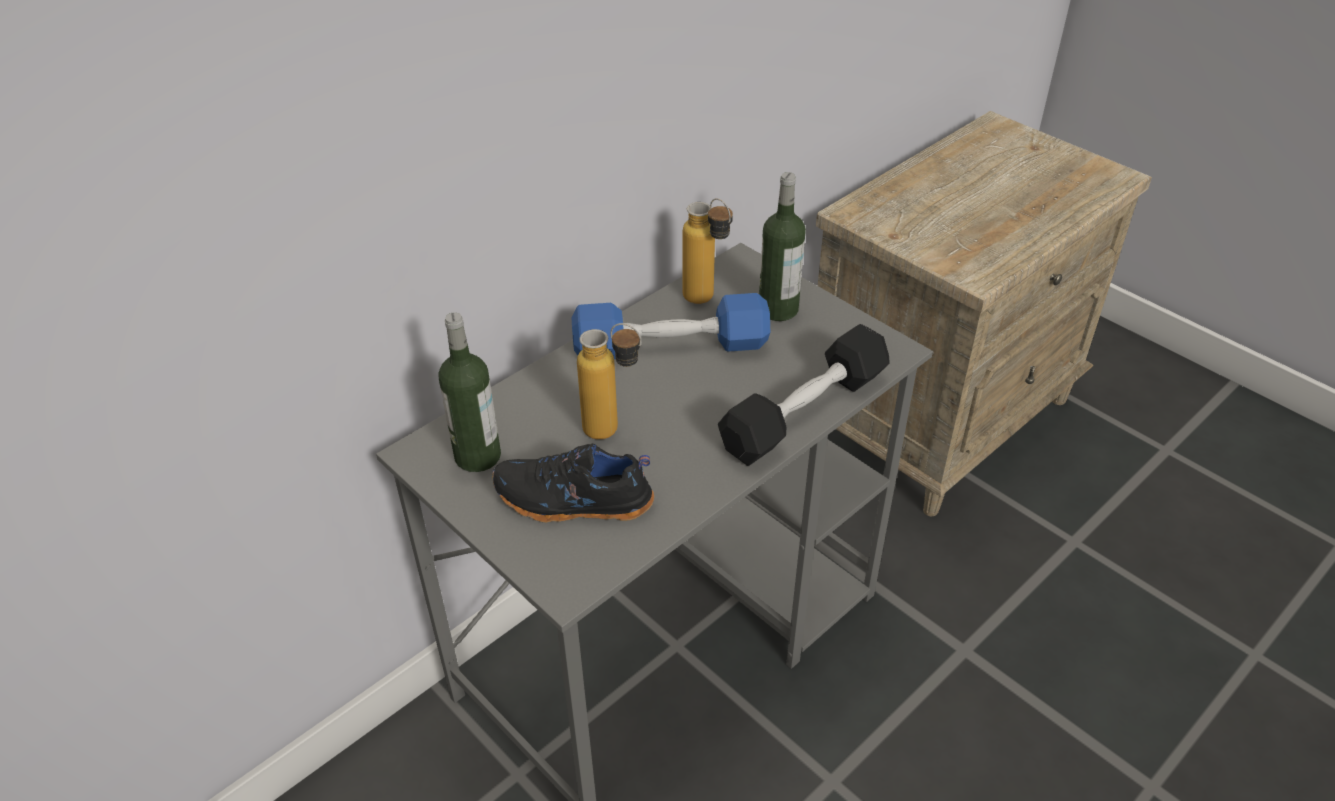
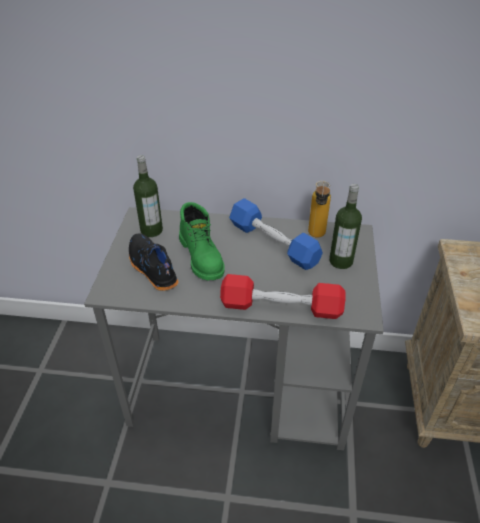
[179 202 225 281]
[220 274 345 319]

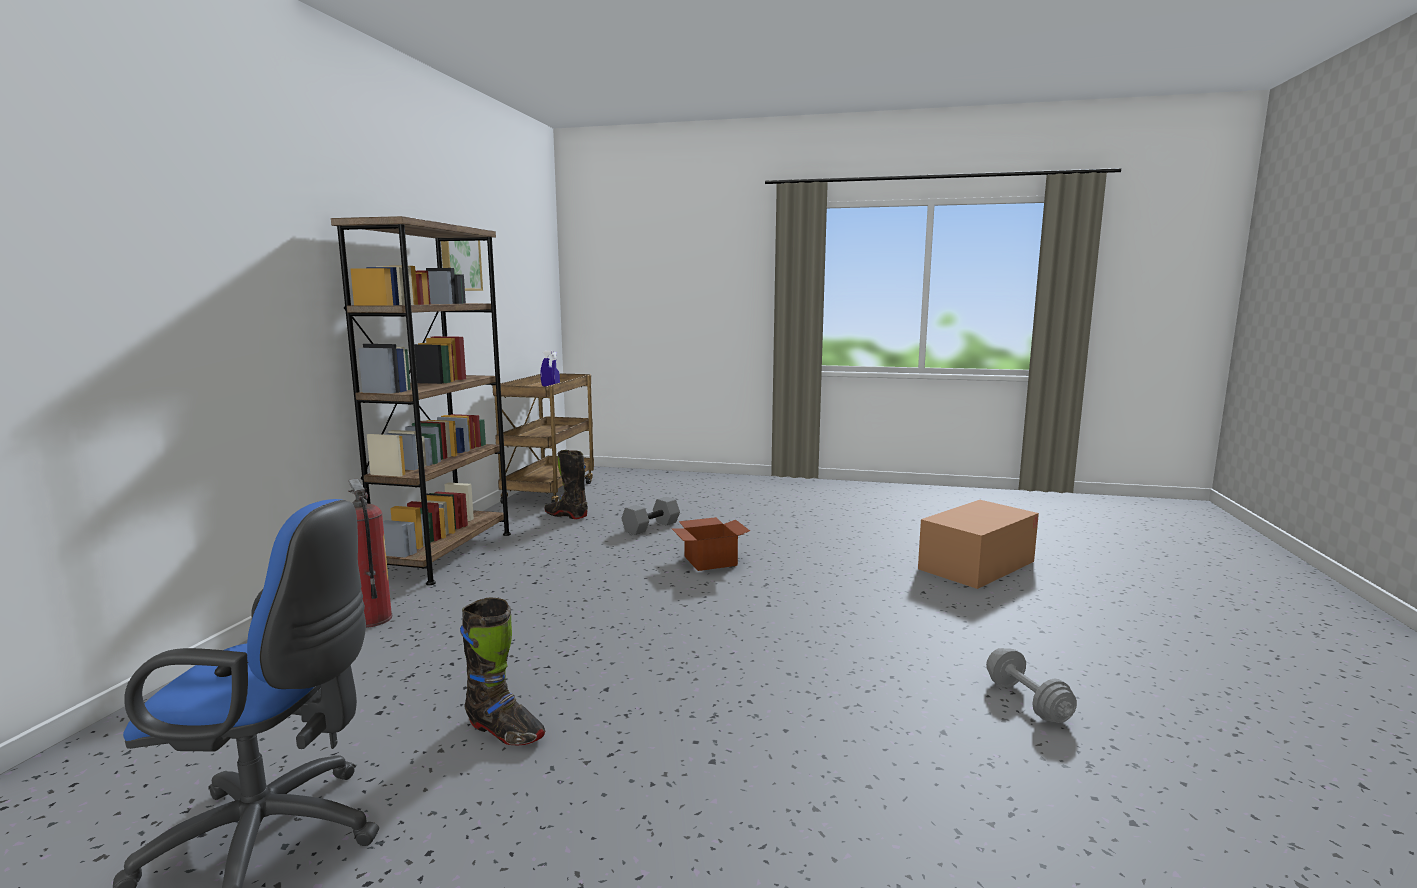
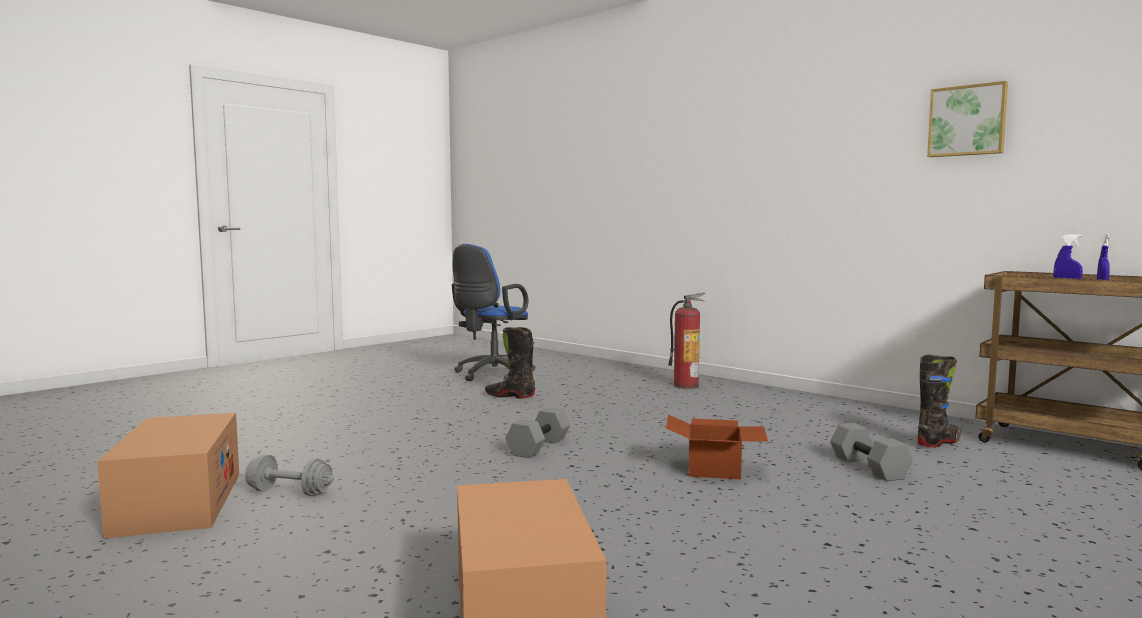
[331 216 511 585] (first image)
[97 413 239 538]
[506 407 570 458]
[485 327 535 399]

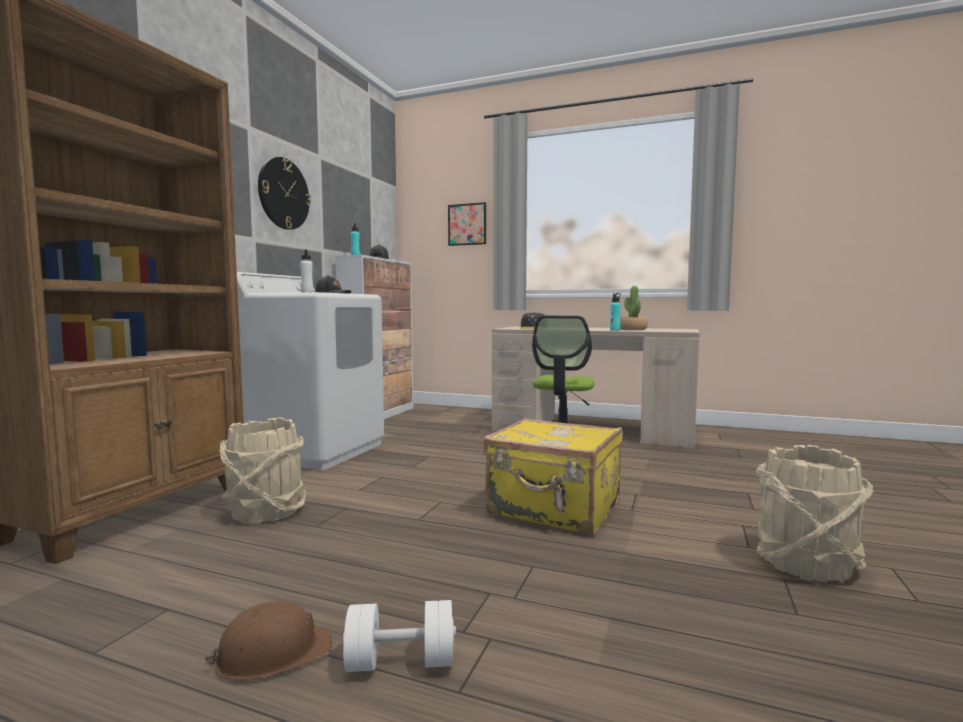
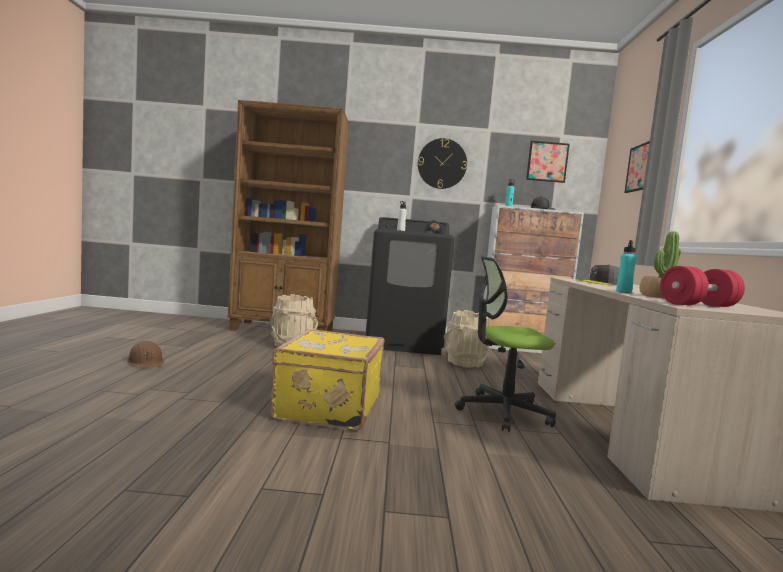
[343 600 456 672] (first image)
[526 141 570 183]
[660 266 745 307]
[443 310 491 368]
[366 217 455 355]

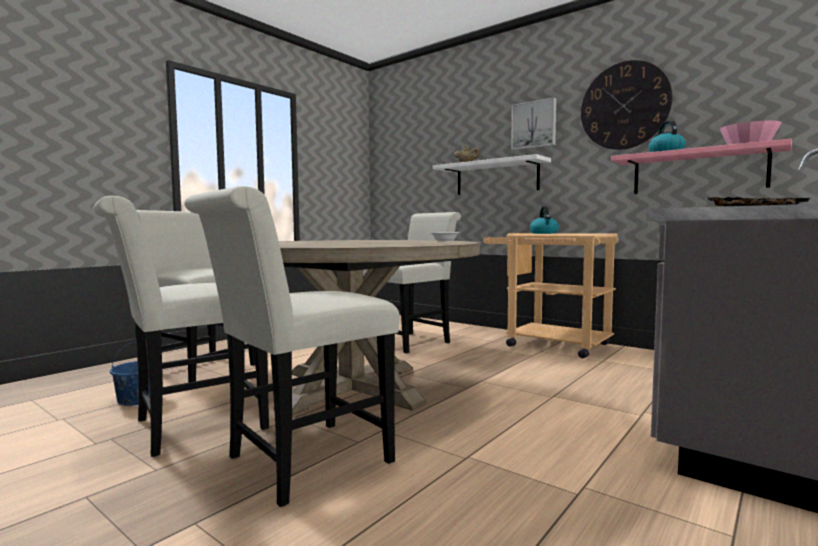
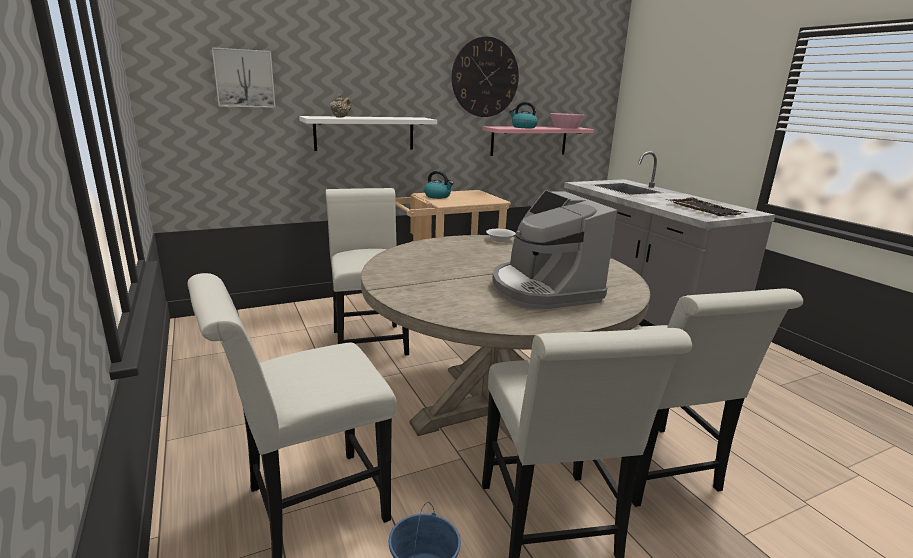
[492 190 617 309]
[212 47 276 108]

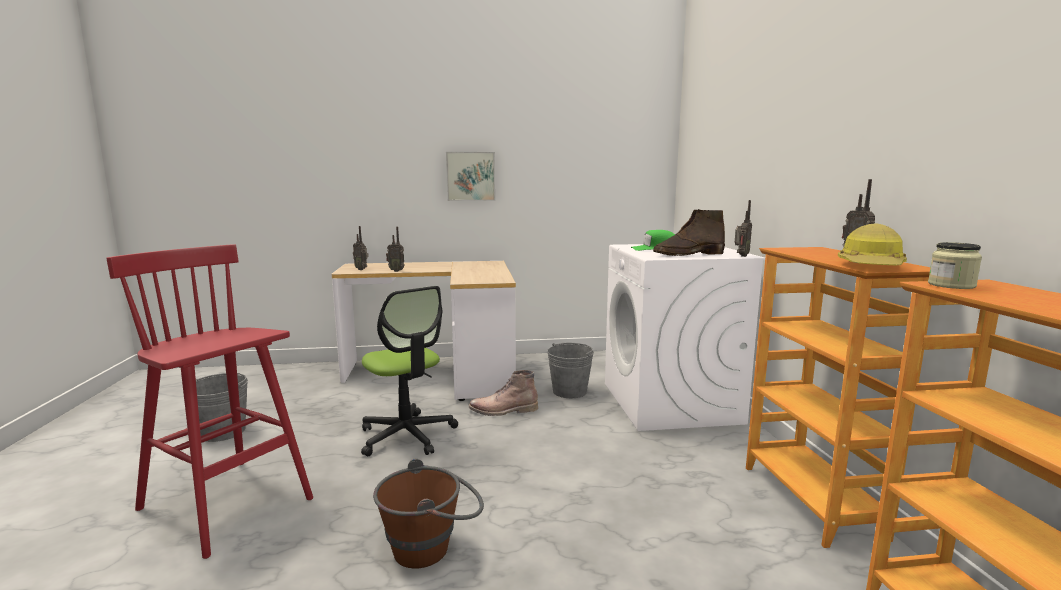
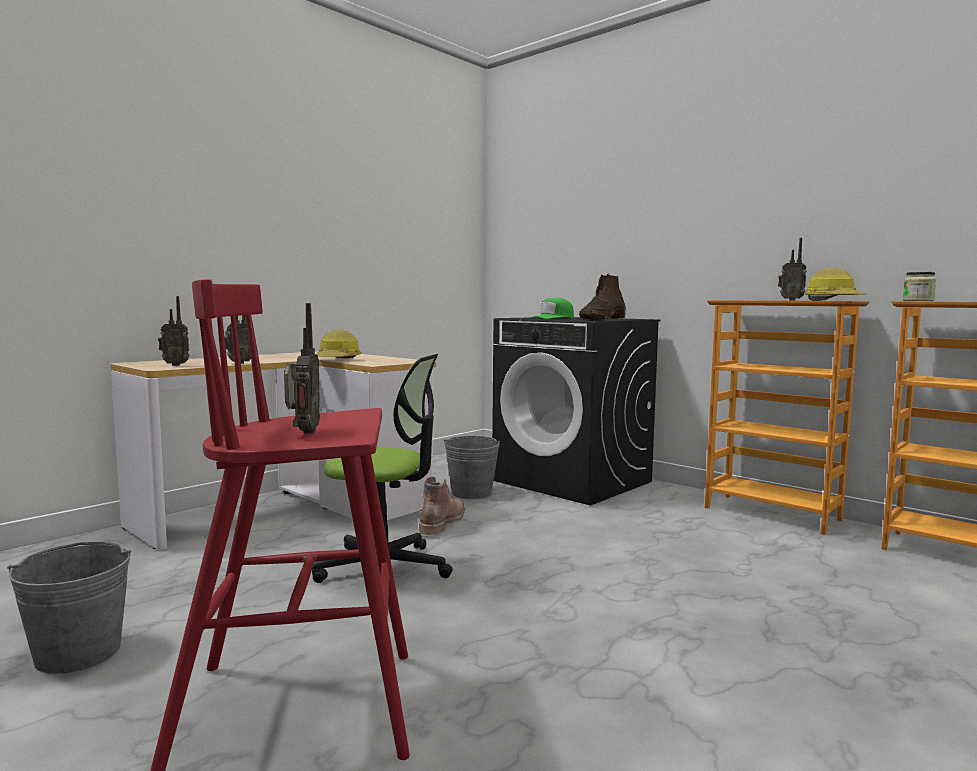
[373 458 484 569] (first image)
[446 152 495 201] (first image)
[316 329 362 358]
[284 303 320 433]
[492 317 660 506]
[418 476 465 535]

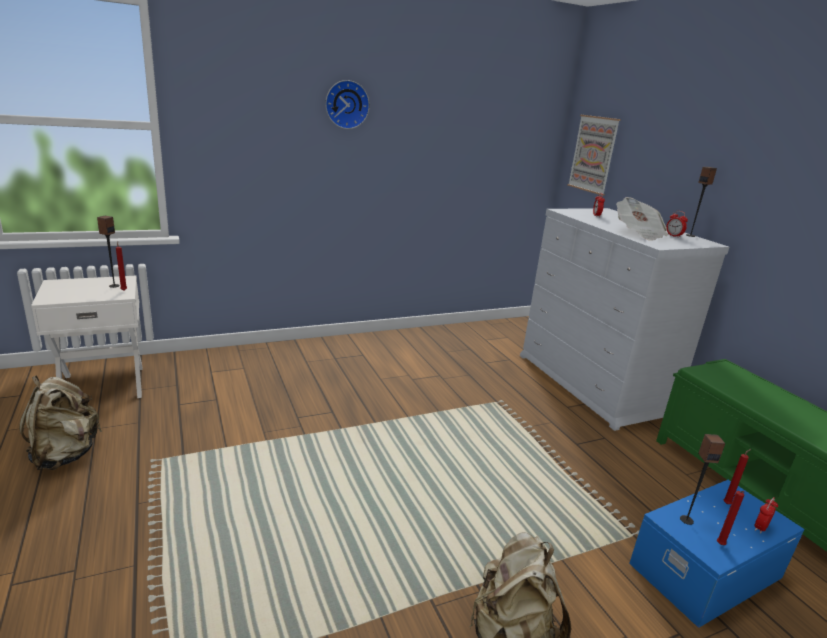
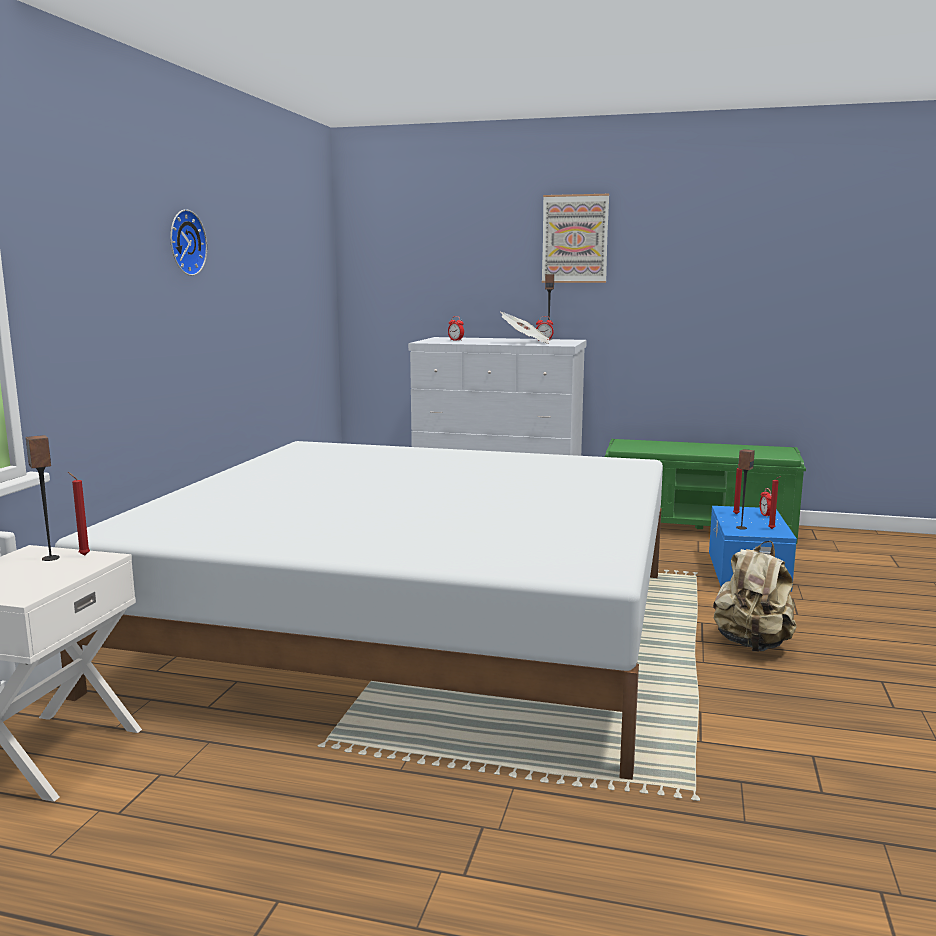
[19 376 102 470] (first image)
[55 441 663 780]
[542 194 609 283]

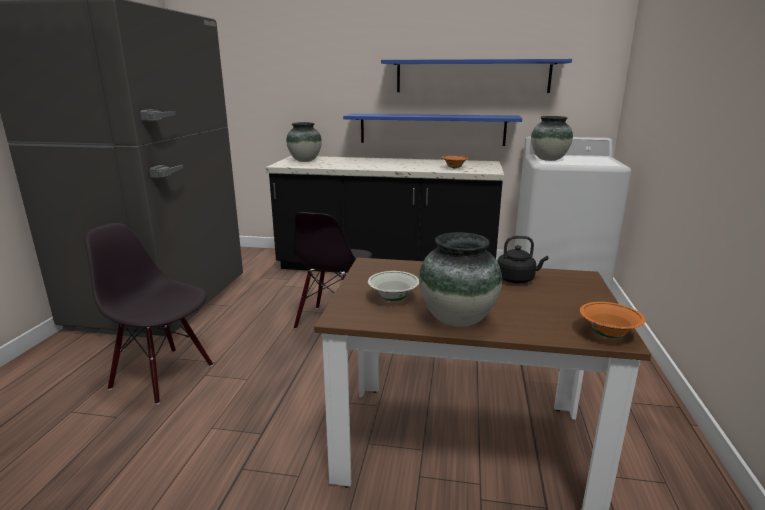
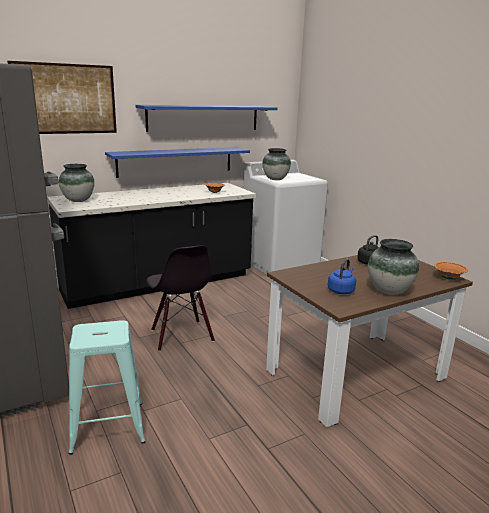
[7 61 117 134]
[69 320 145 455]
[328 259 356 294]

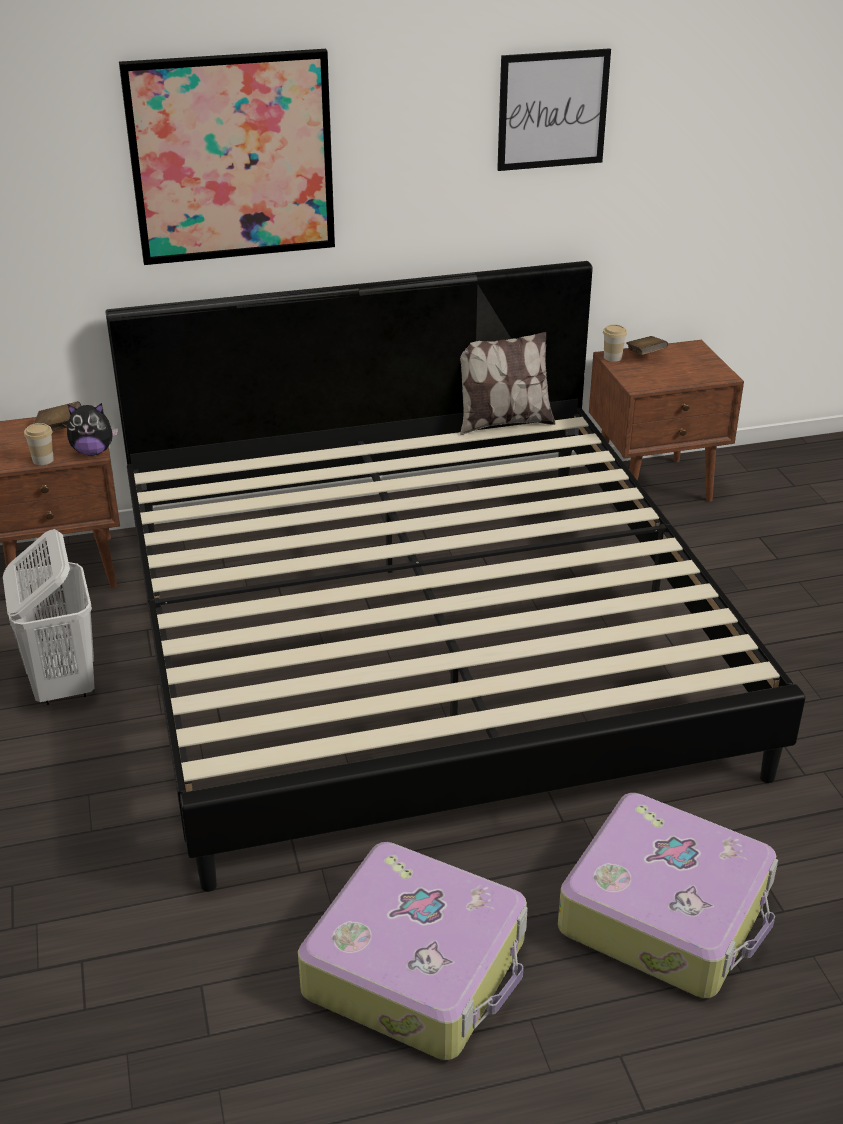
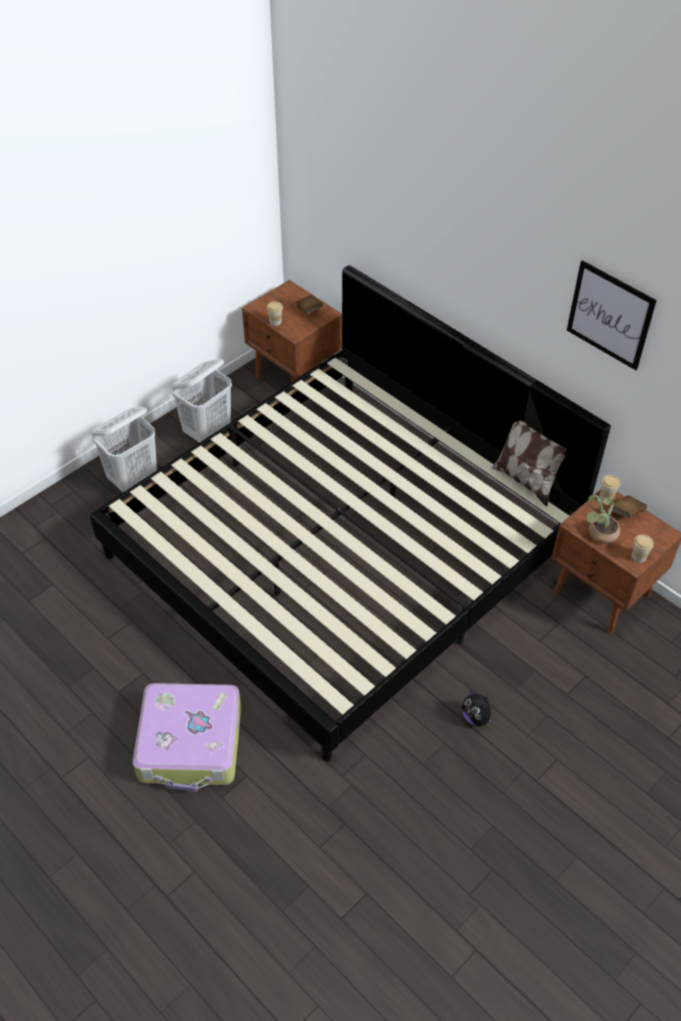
[119 49 335 265] (first image)
[298 842 528 1060] (first image)
[91 407 157 492]
[587 495 620 544]
[632 535 654 563]
[462 690 496 726]

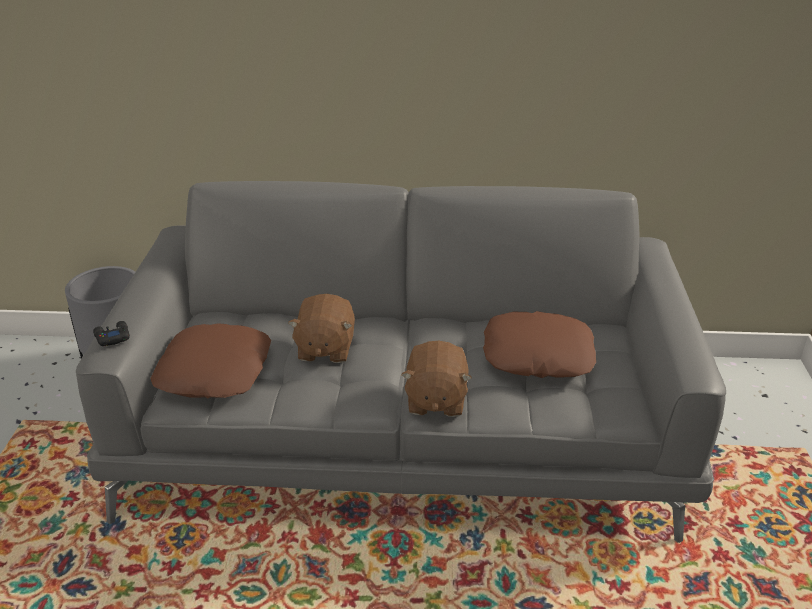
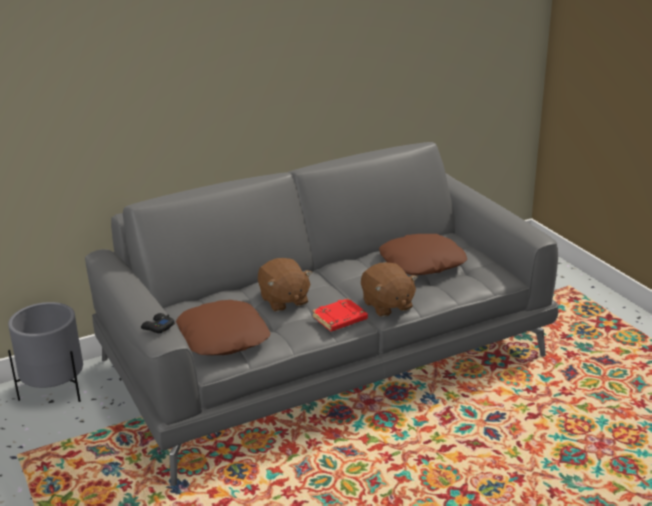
[312 298 368 332]

